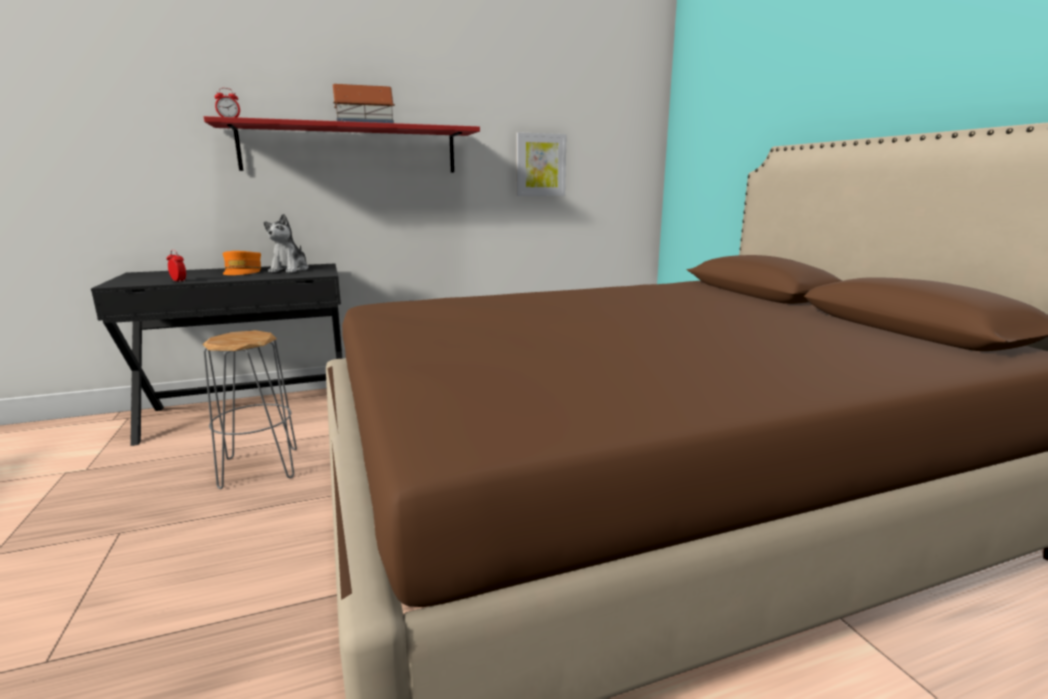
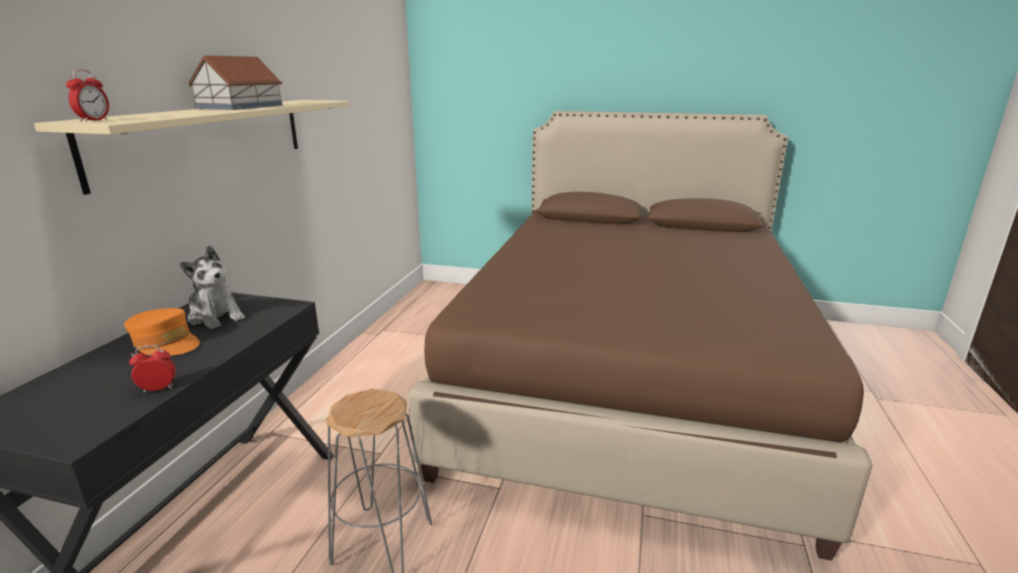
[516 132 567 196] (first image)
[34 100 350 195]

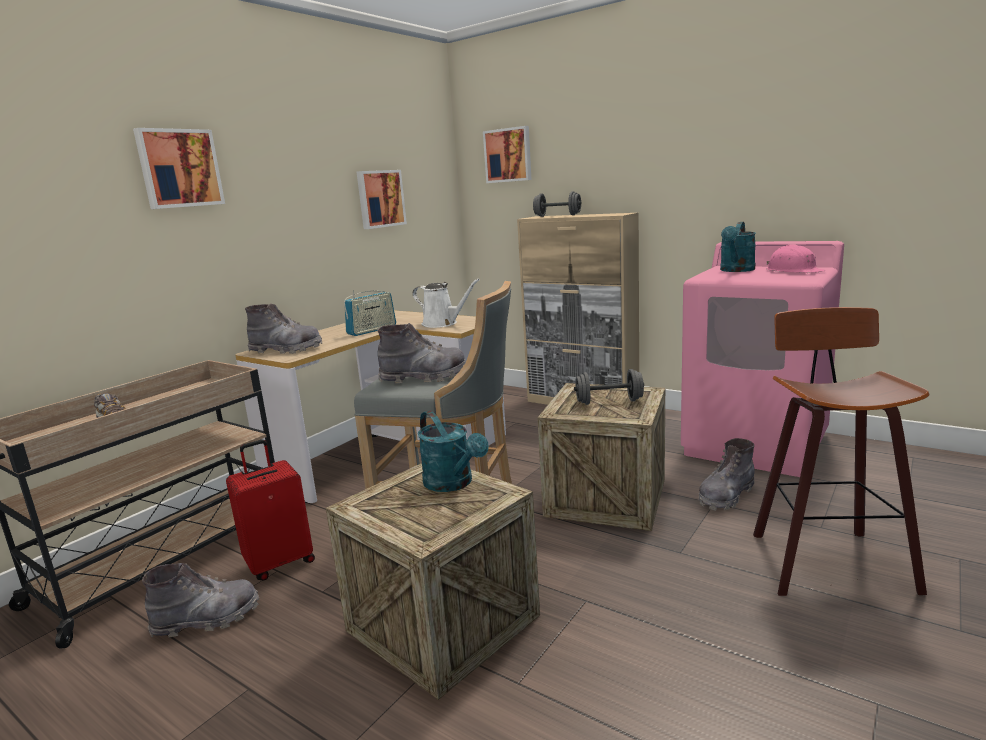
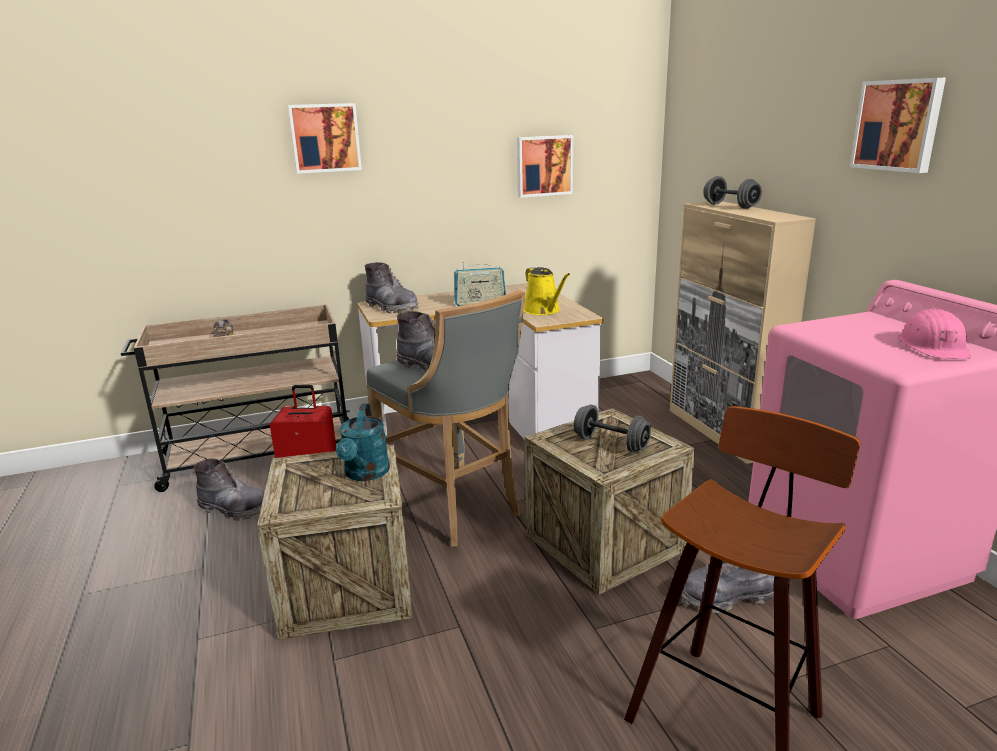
[720 222 756 272] (first image)
[850 78 946 173]
[524 267 570 315]

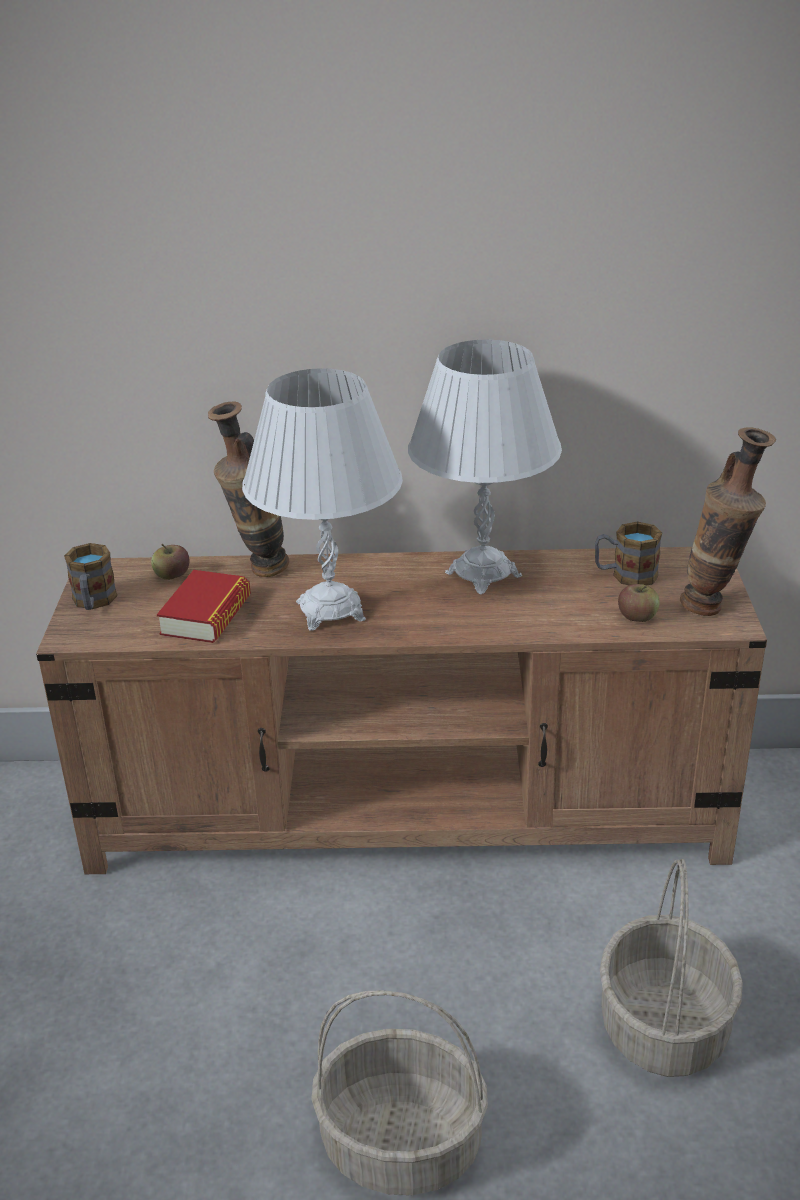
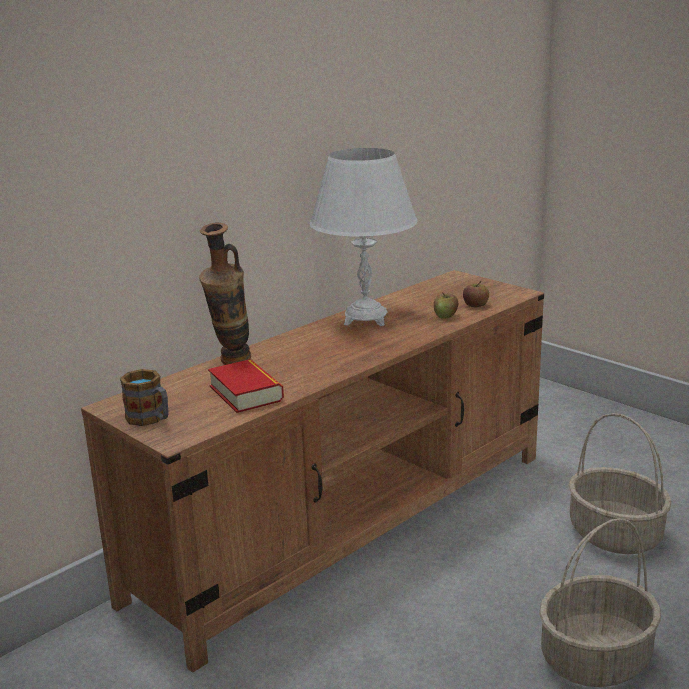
[242 368 403 631] (first image)
[595 521 662 585] (first image)
[680 427 776 616] (first image)
[434 292 458 319]

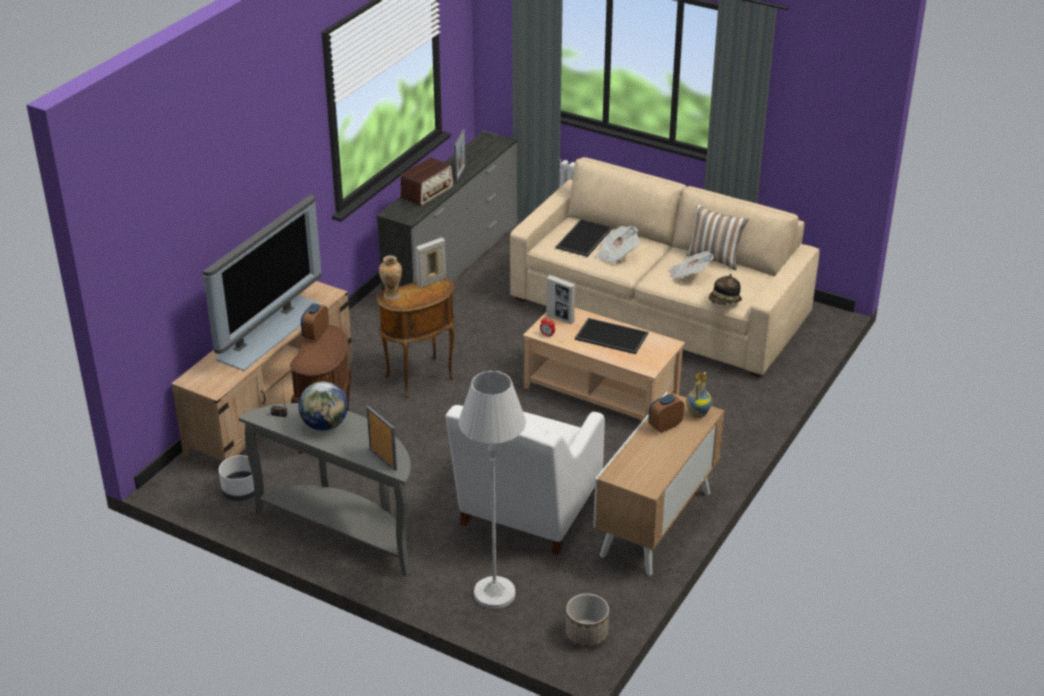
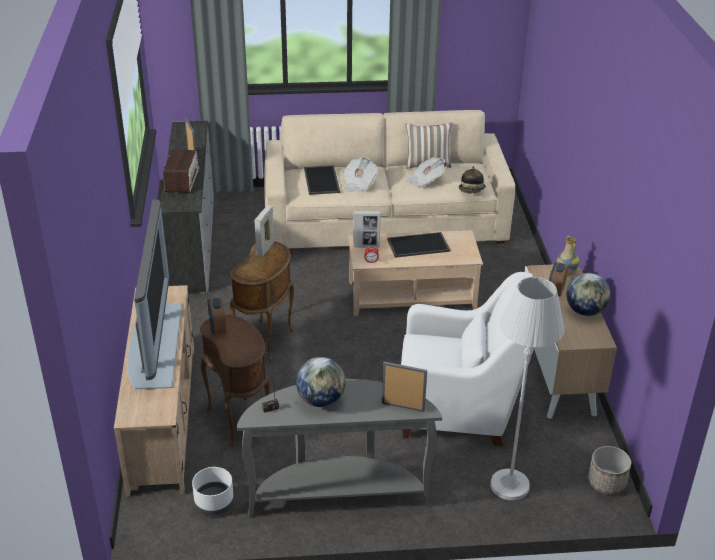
[379 256 402 300] (first image)
[567 273 611 316]
[401 272 534 446]

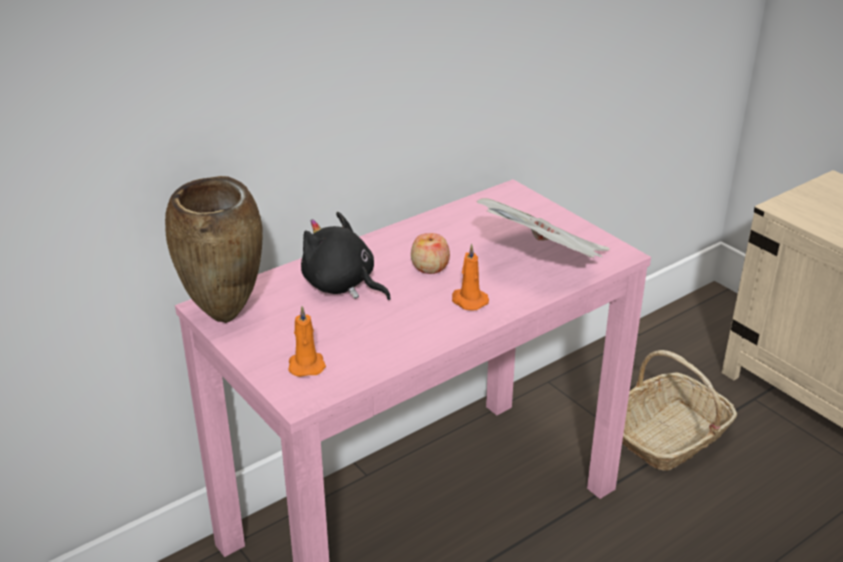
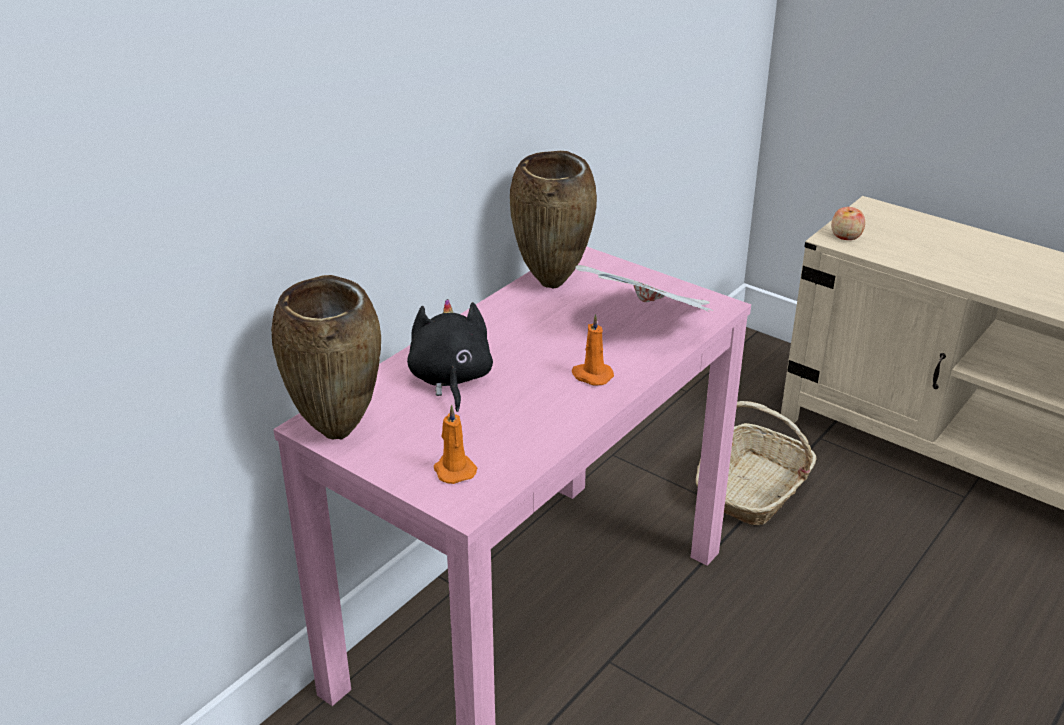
[510 151 597 289]
[831 207 865 240]
[407 299 493 412]

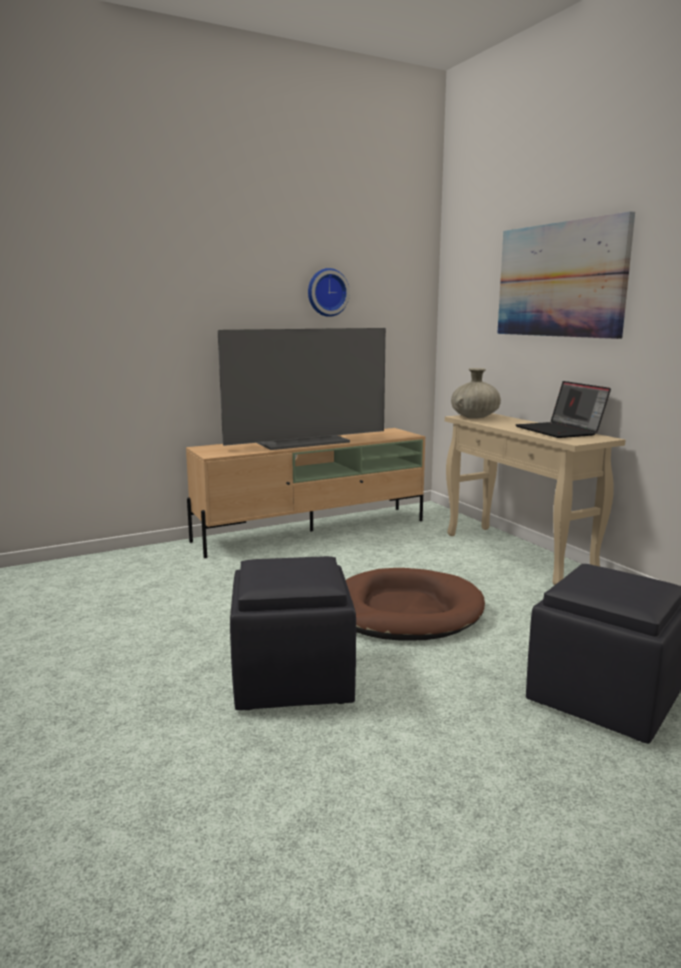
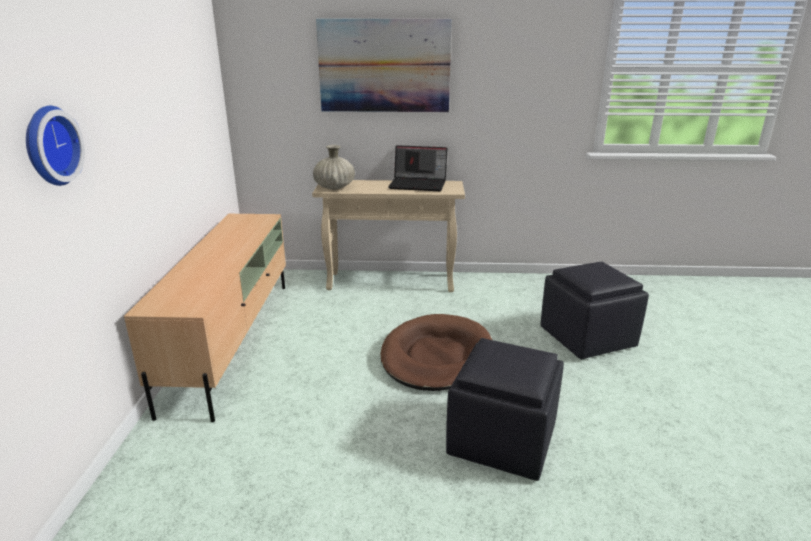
[218 328 386 450] (first image)
[26 106 85 186]

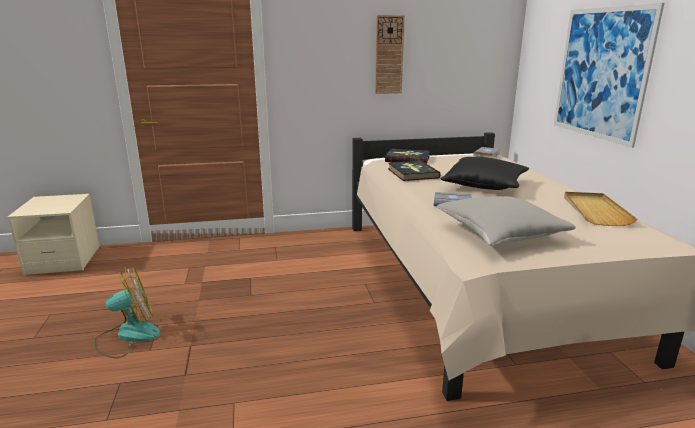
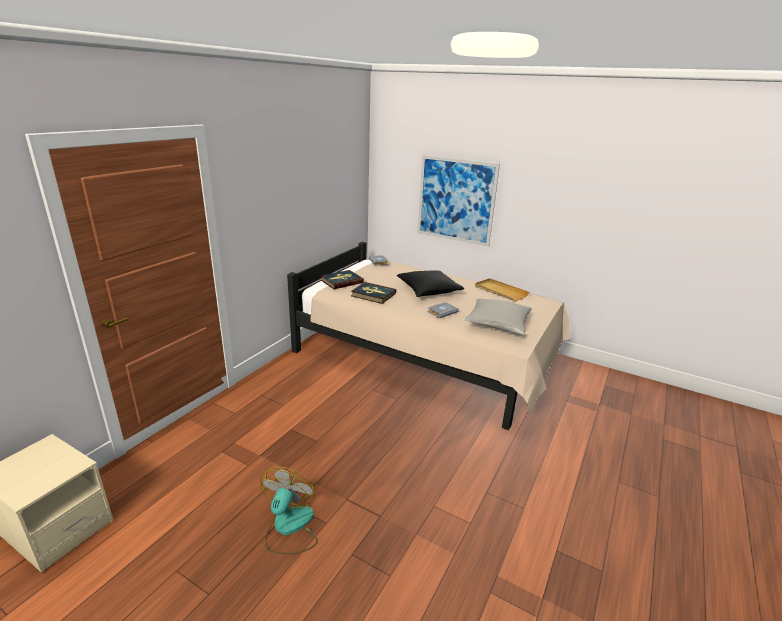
[375 15 405 94] (first image)

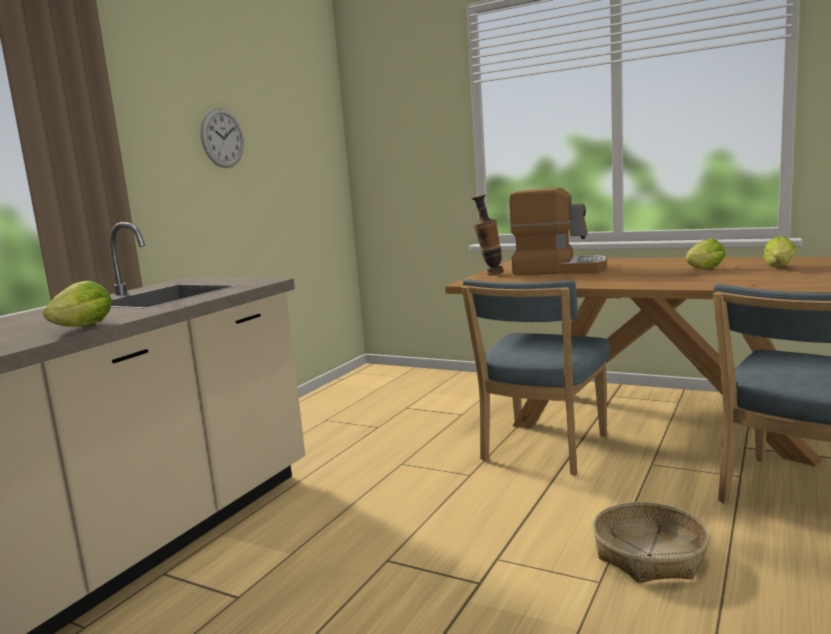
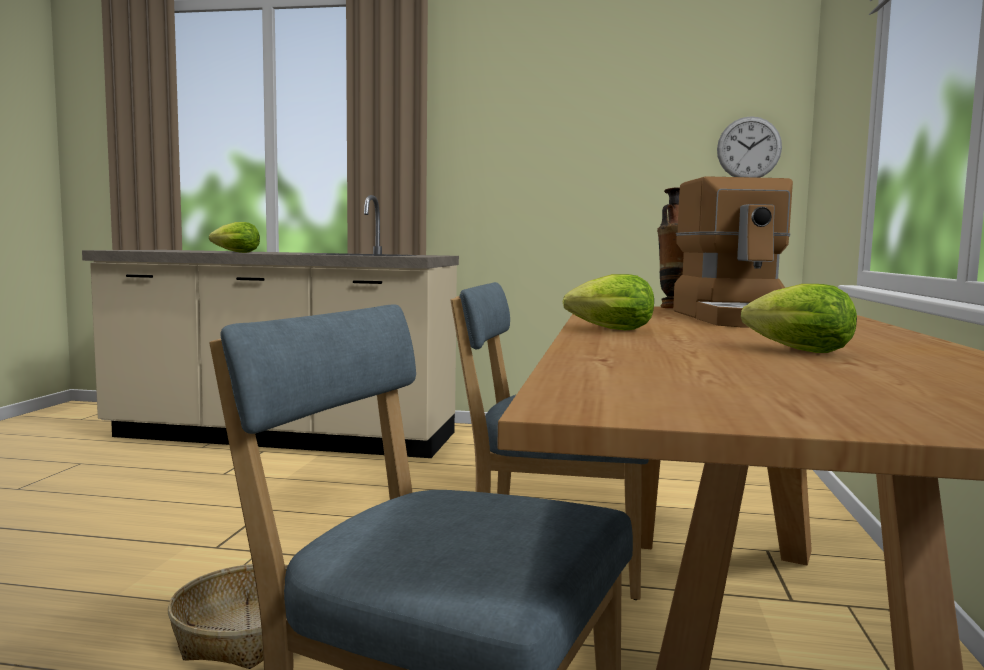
[717 116 782 178]
[562 274 654 330]

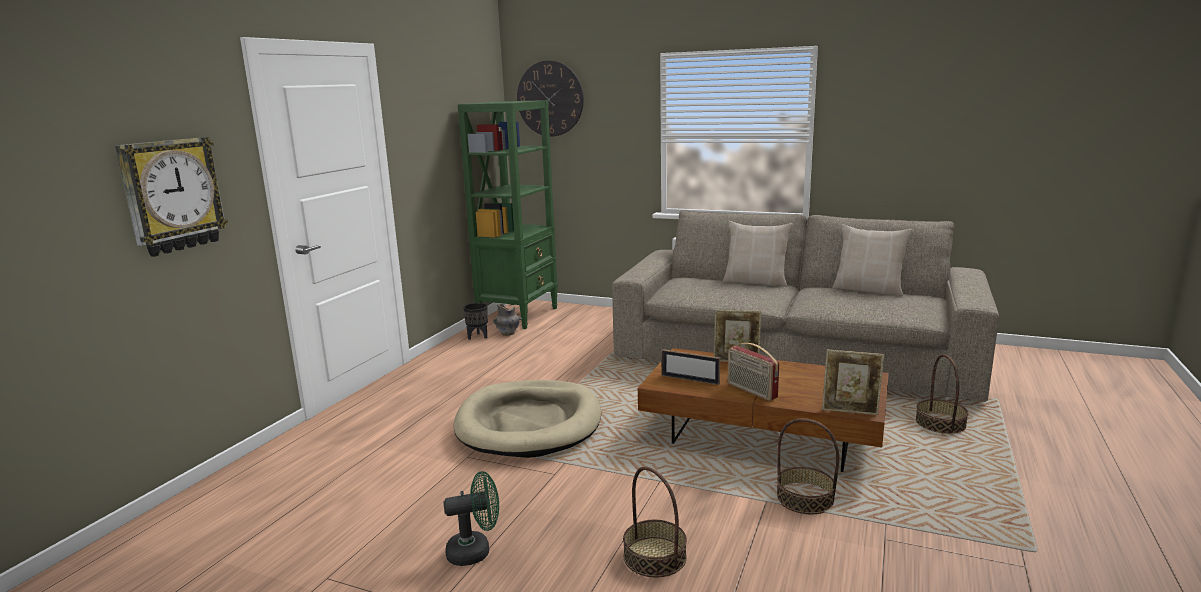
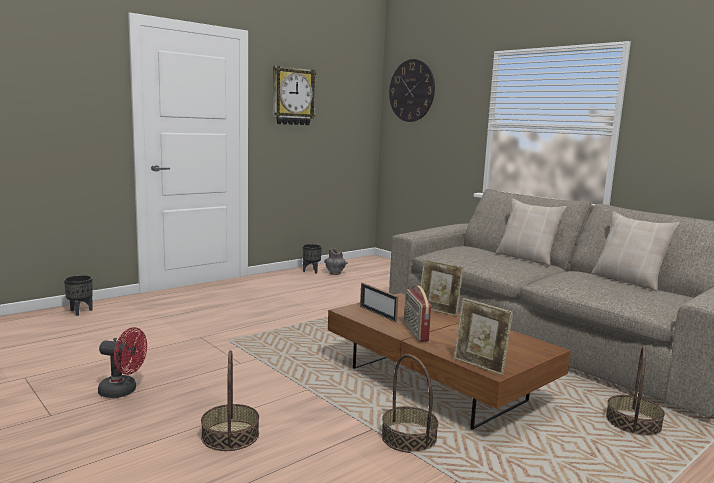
[454 380 601 458] (first image)
[458 100 558 329] (first image)
[64 275 92 316]
[273 66 317 125]
[98 327 147 398]

